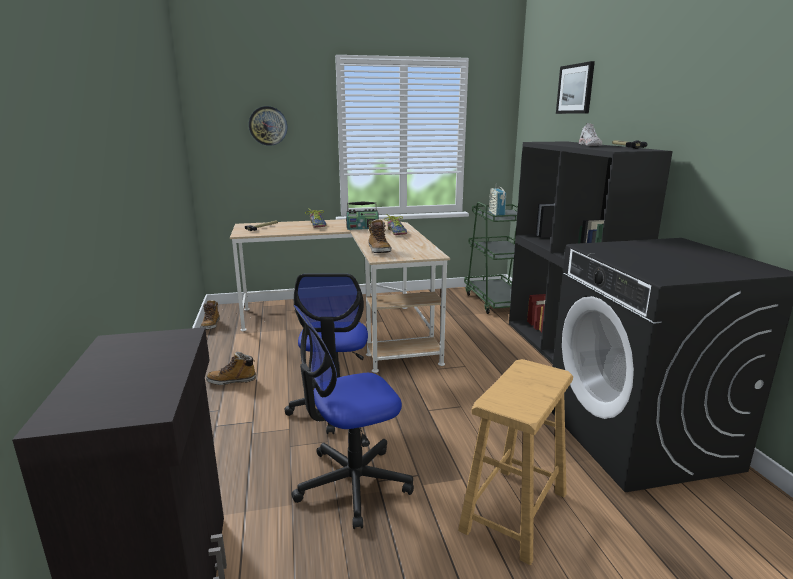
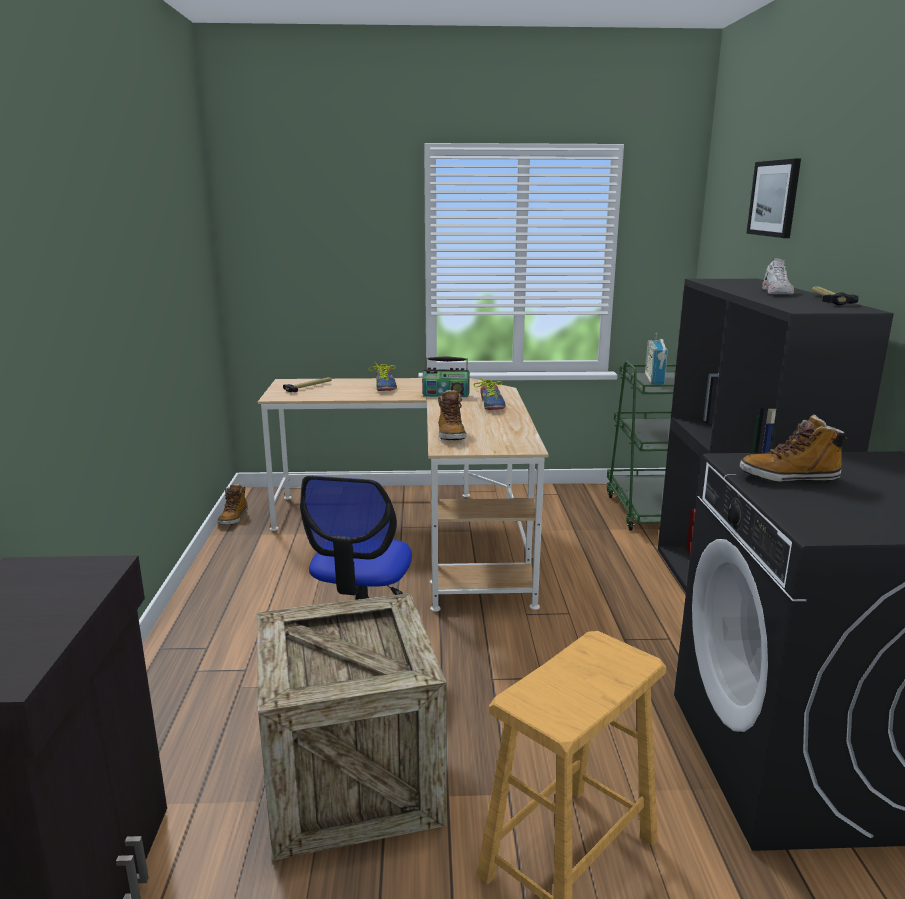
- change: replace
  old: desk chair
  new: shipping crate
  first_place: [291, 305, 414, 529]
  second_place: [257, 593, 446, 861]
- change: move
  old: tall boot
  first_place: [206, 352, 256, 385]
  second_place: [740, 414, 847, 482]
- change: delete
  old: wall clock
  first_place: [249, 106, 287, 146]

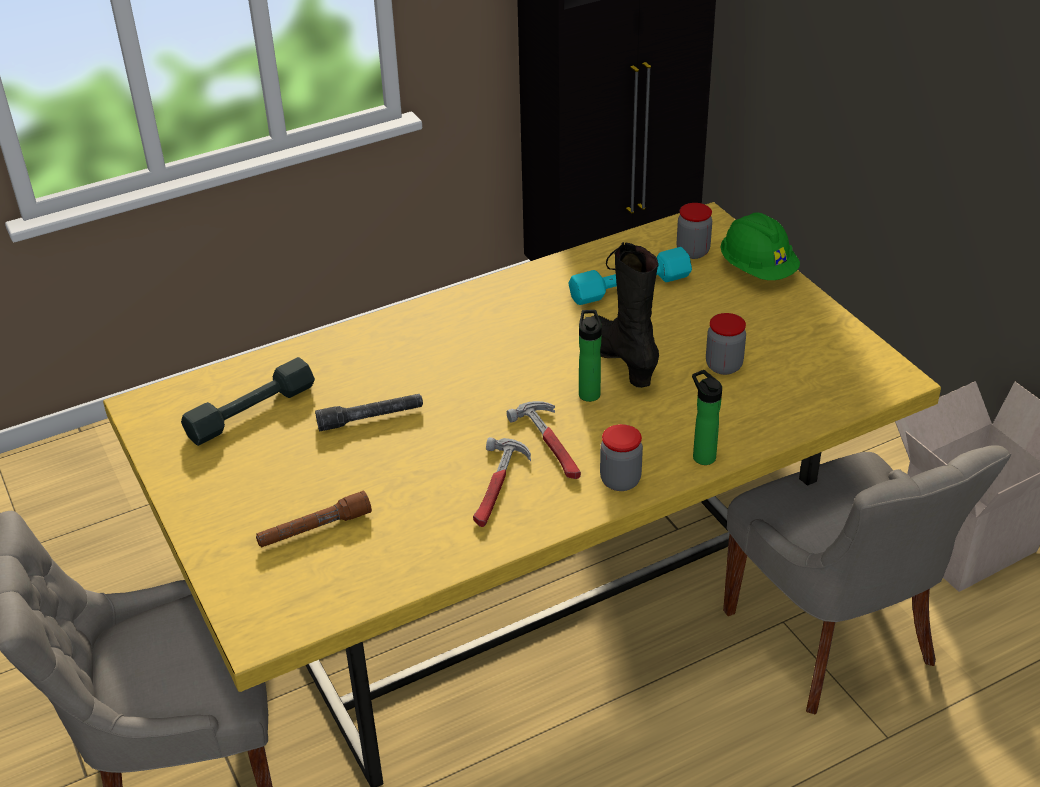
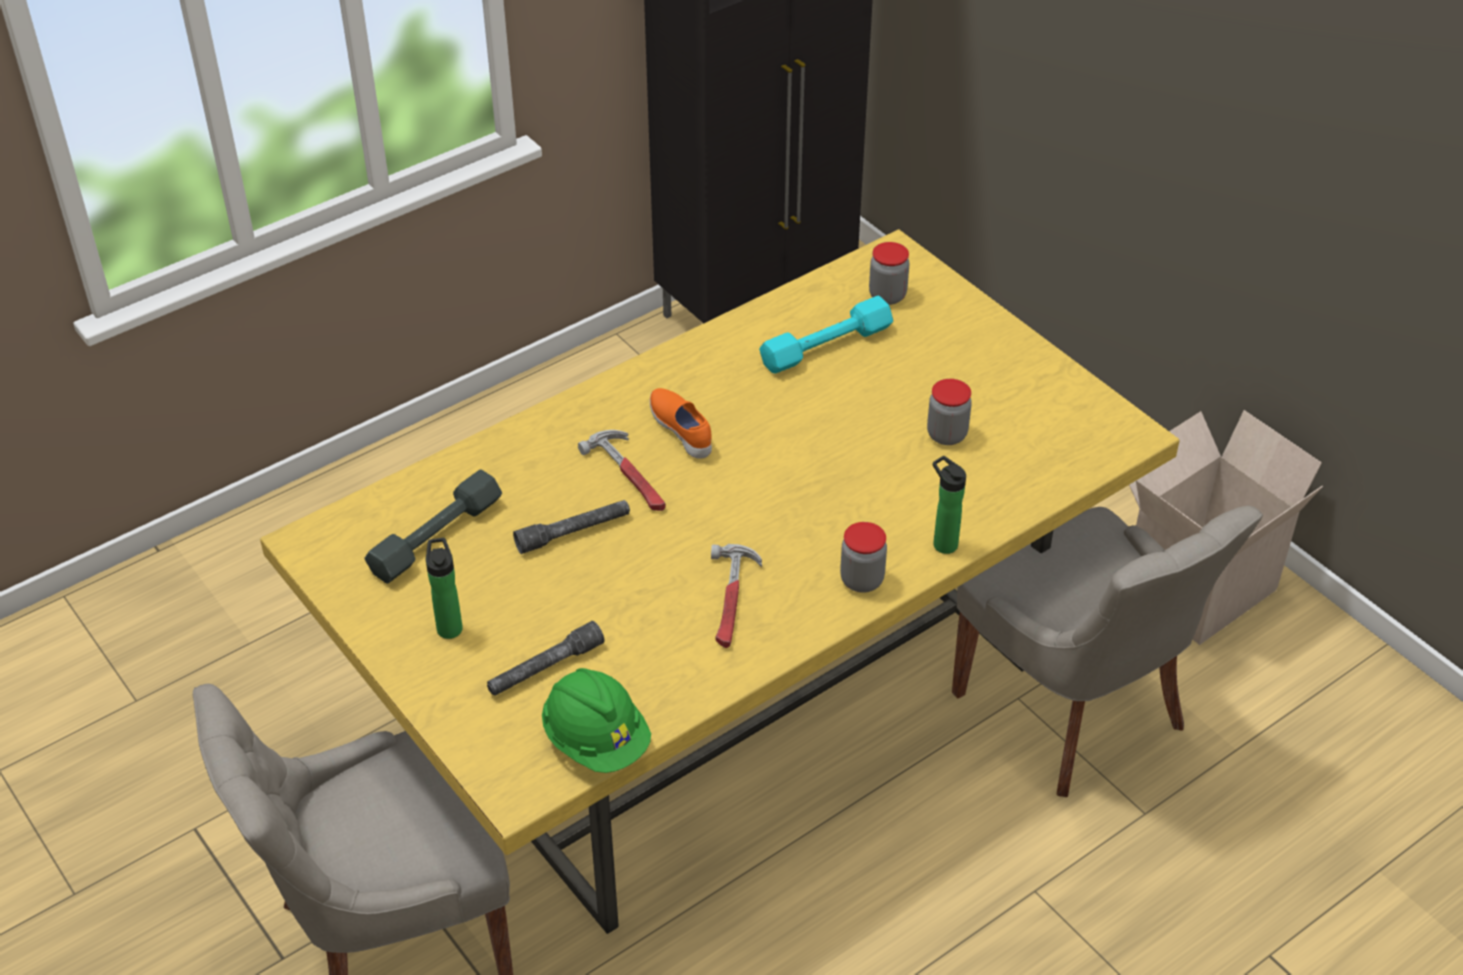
- change: move
  old: drink bottle
  first_place: [579, 310, 602, 402]
  second_place: [426, 538, 463, 639]
- change: recolor
  old: brown-coloured flashlight
  new: greyish flashlight
  first_place: [256, 490, 372, 547]
  second_place: [487, 621, 605, 696]
- change: move
  old: green work helmet
  first_place: [720, 213, 800, 280]
  second_place: [542, 668, 651, 773]
- change: move
  old: hammer
  first_place: [506, 401, 581, 479]
  second_place: [578, 430, 666, 511]
- change: insert
  new: orange low shoe
  second_place: [650, 388, 712, 459]
- change: delete
  old: black tall boot
  first_place: [592, 242, 659, 388]

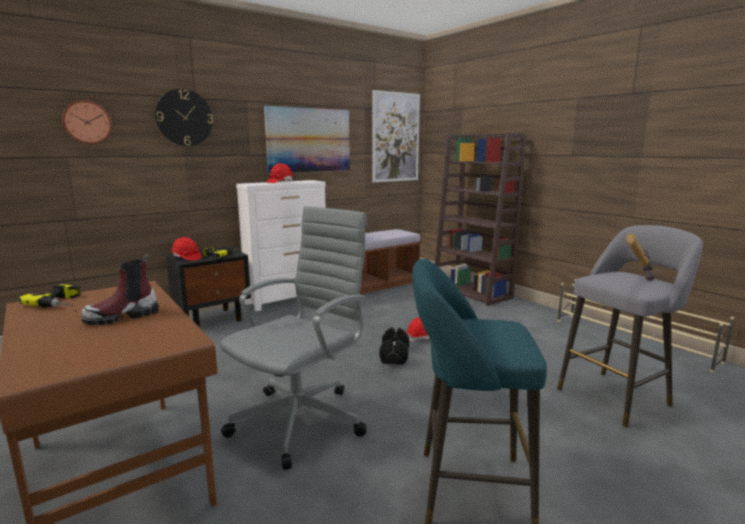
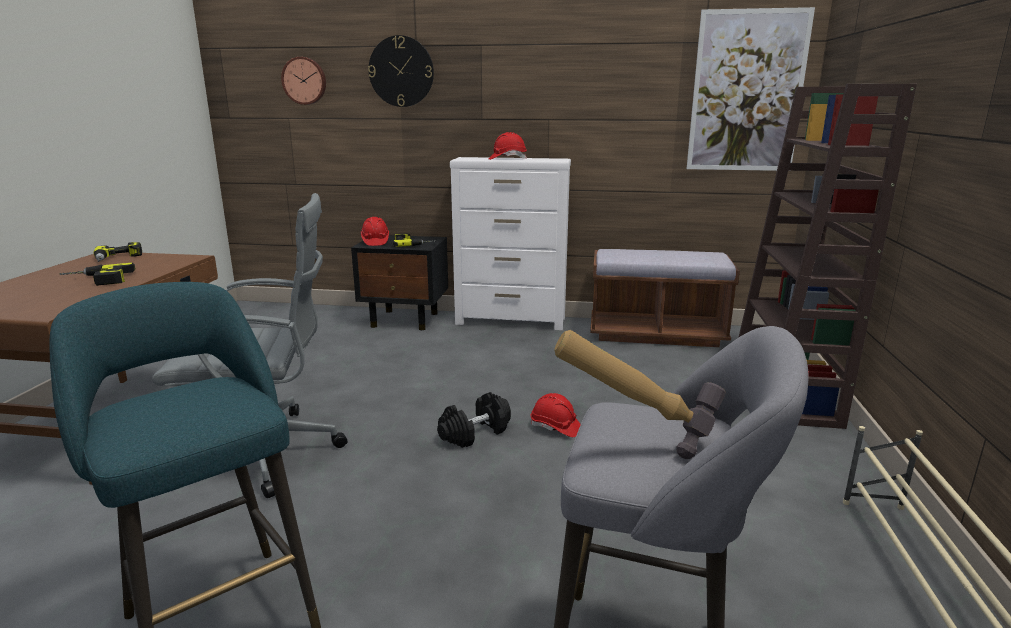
- change: replace
  old: tall boot
  new: power drill
  first_place: [81, 253, 159, 325]
  second_place: [60, 263, 135, 286]
- change: delete
  old: wall picture
  first_place: [264, 106, 350, 173]

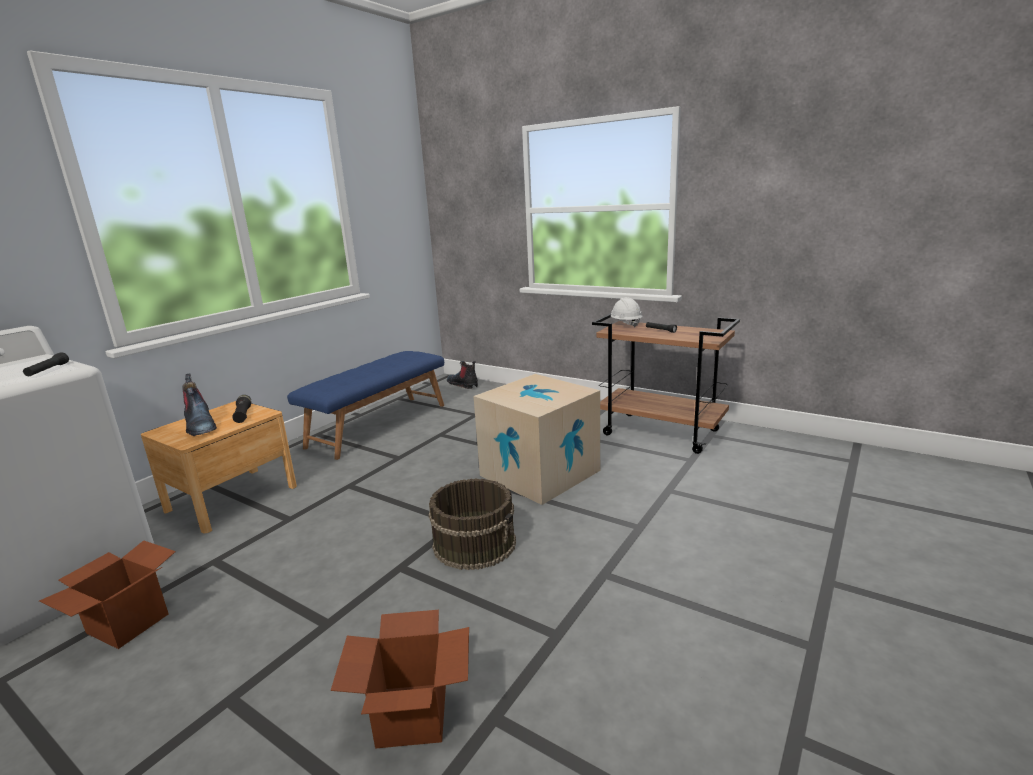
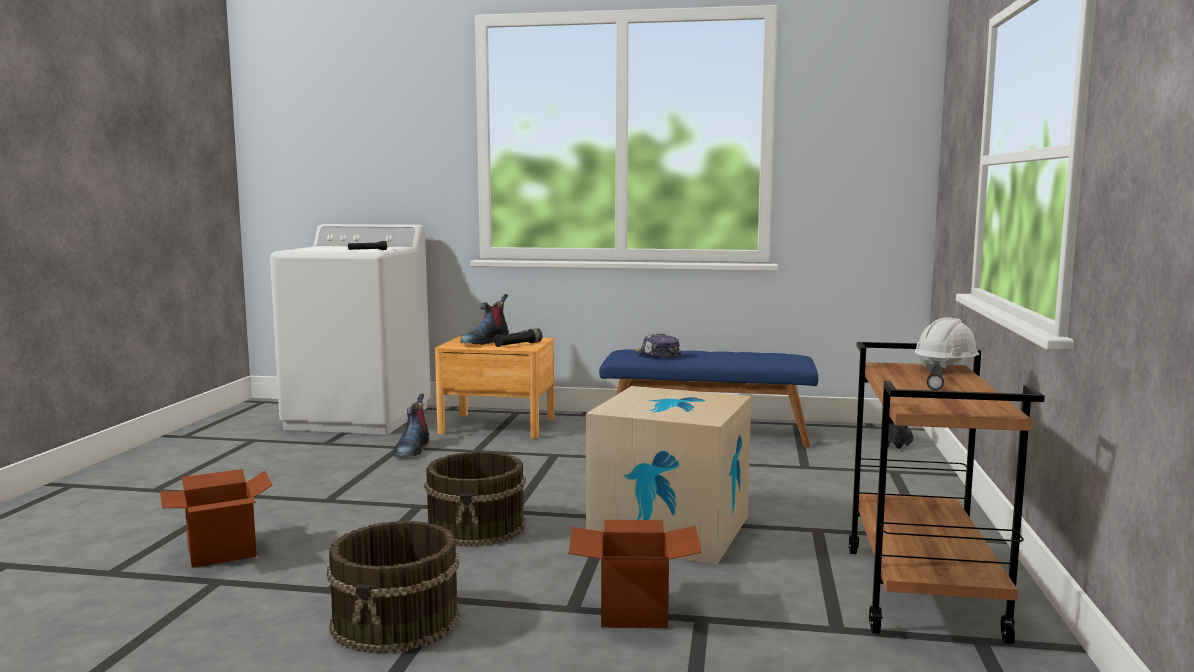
- change: insert
  new: brown-coloured pail
  second_place: [327, 521, 461, 654]
- change: insert
  new: tall boot
  second_place: [393, 394, 429, 457]
- change: move
  old: packing box
  first_place: [39, 540, 176, 649]
  second_place: [568, 520, 702, 628]
- change: insert
  new: cap
  second_place: [635, 334, 681, 358]

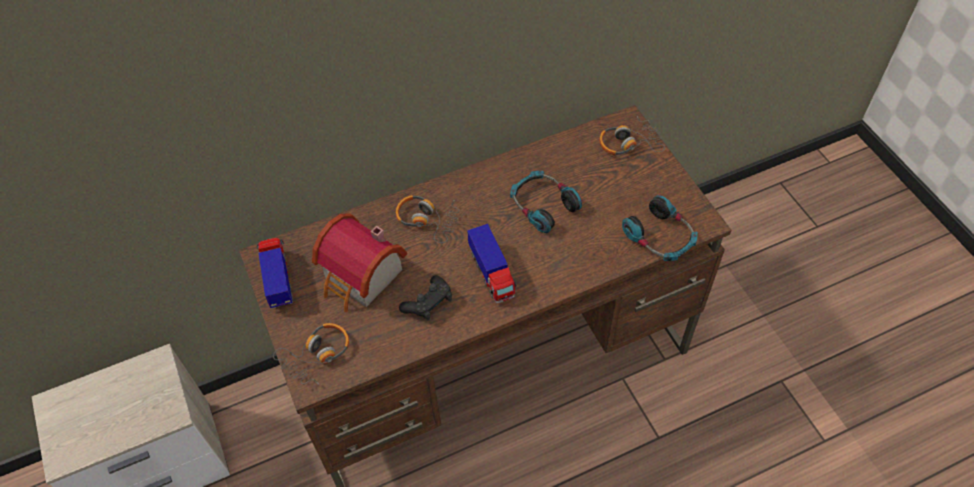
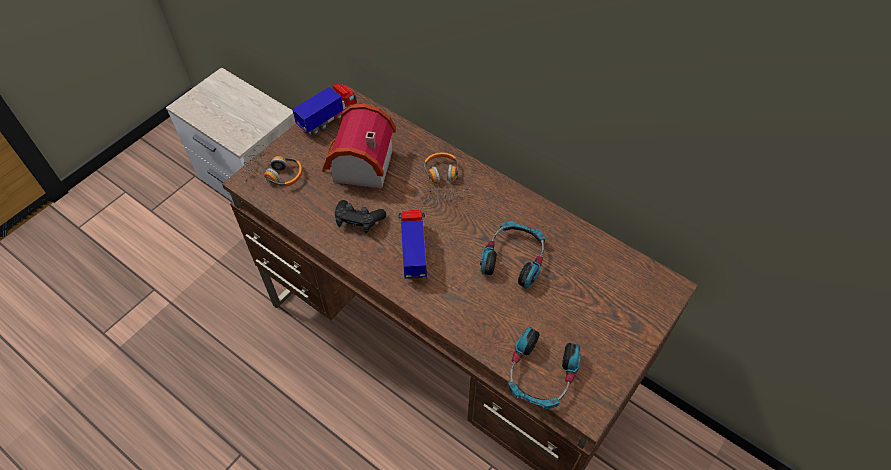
- change: rotate
  old: model truck
  first_place: [467, 224, 516, 303]
  second_place: [399, 210, 427, 279]
  degrees: 135
- change: delete
  old: pair of headphones
  first_place: [599, 116, 665, 155]

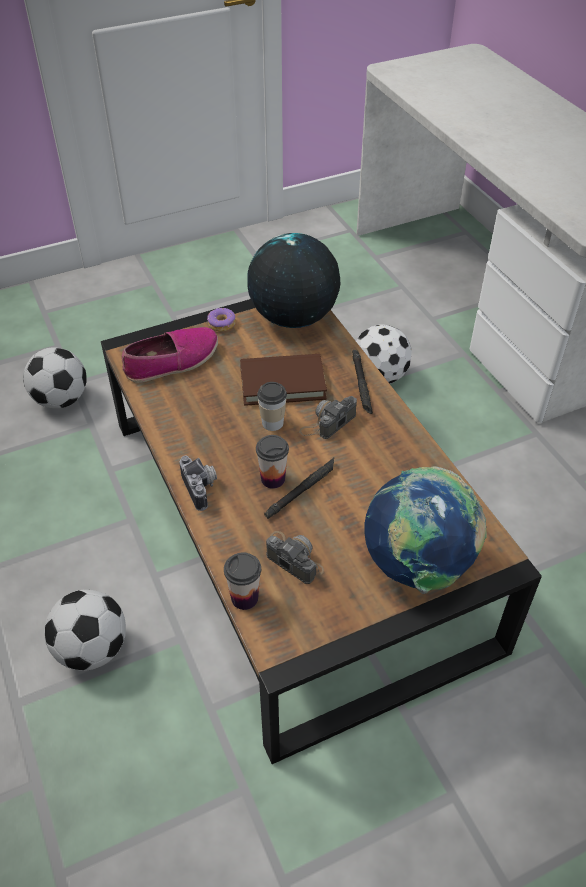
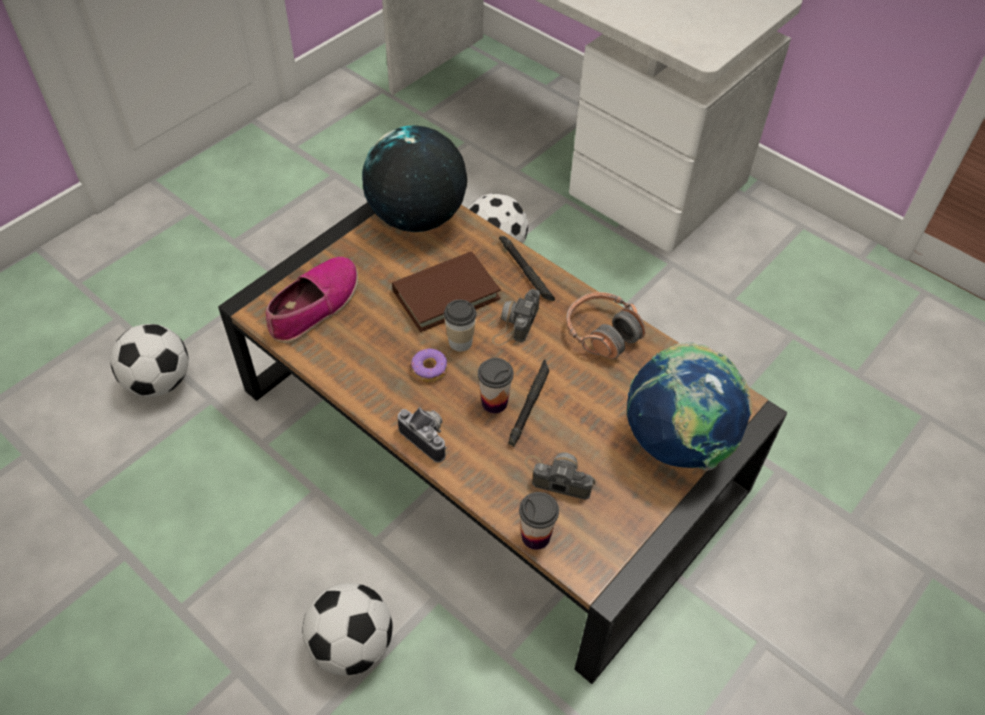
- change: move
  old: donut
  first_place: [207, 308, 236, 332]
  second_place: [411, 348, 447, 382]
- change: insert
  new: pair of headphones
  second_place: [566, 292, 645, 359]

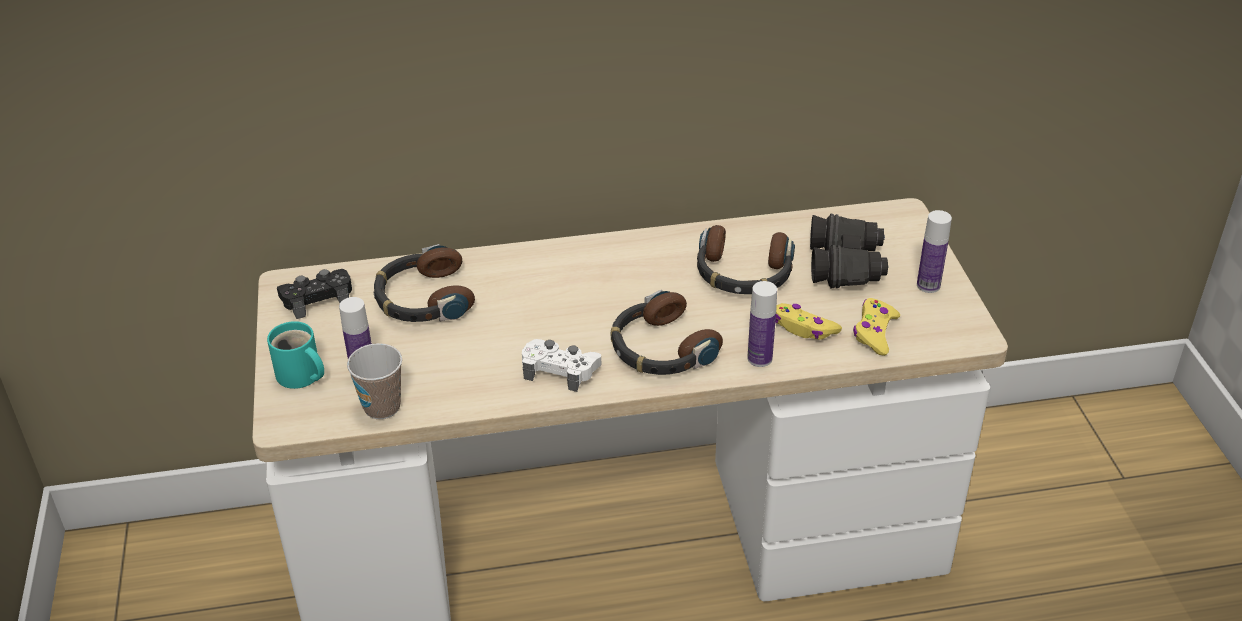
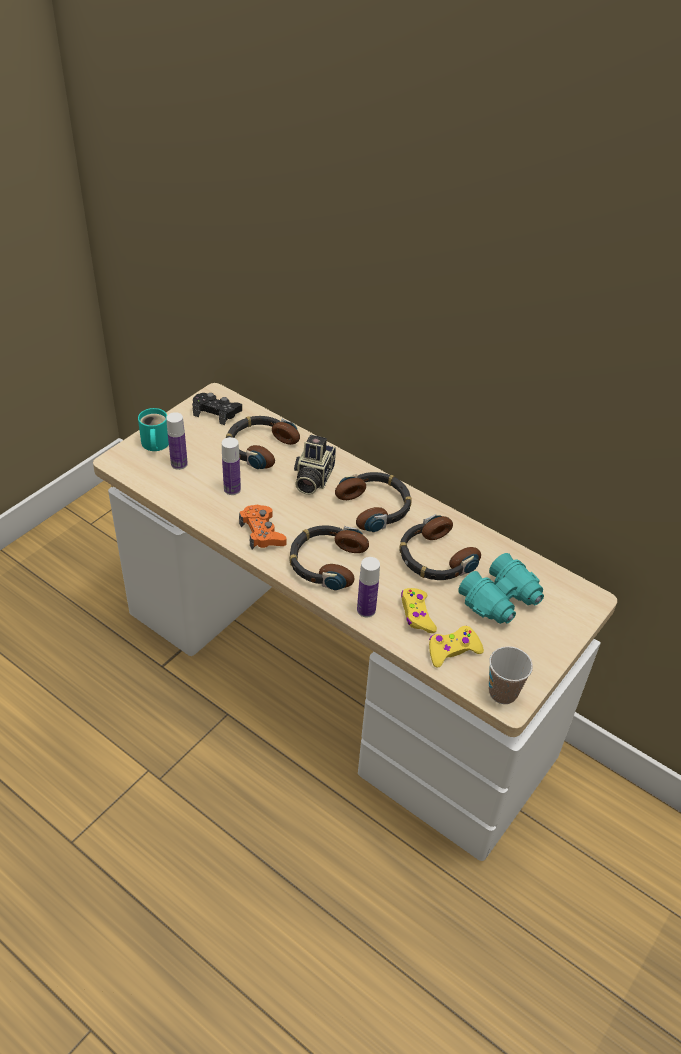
- change: move
  old: drink bottle
  first_place: [917, 210, 952, 293]
  second_place: [222, 437, 241, 495]
- change: recolor
  old: whitish joypad
  new: orange joypad
  first_place: [522, 339, 601, 392]
  second_place: [239, 505, 287, 549]
- change: insert
  new: photo camera
  second_place: [294, 435, 336, 495]
- change: insert
  new: pair of headphones
  second_place: [335, 472, 412, 532]
- change: recolor
  old: black field glasses
  new: blue-green field glasses
  first_place: [810, 214, 889, 289]
  second_place: [458, 553, 544, 624]
- change: move
  old: cup
  first_place: [347, 343, 402, 419]
  second_place: [489, 646, 533, 704]

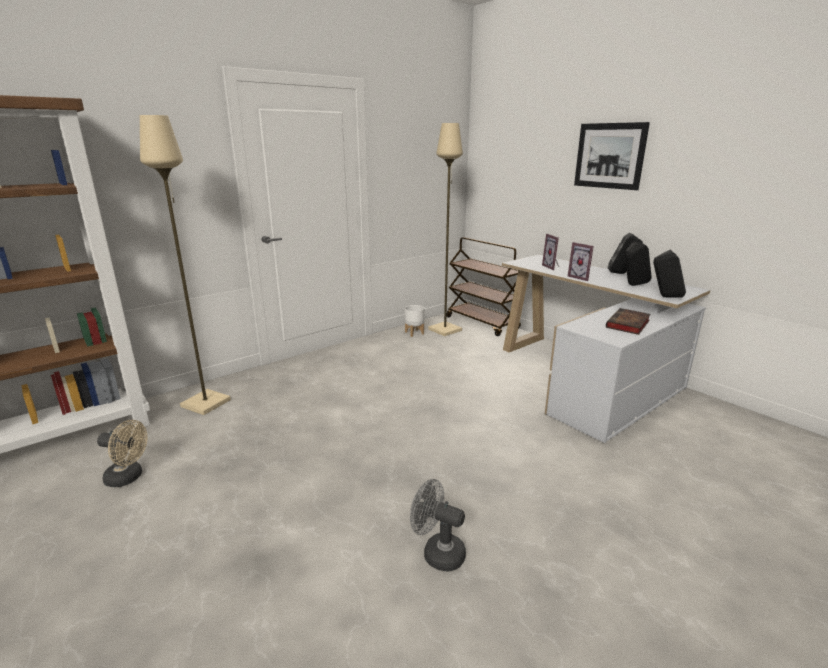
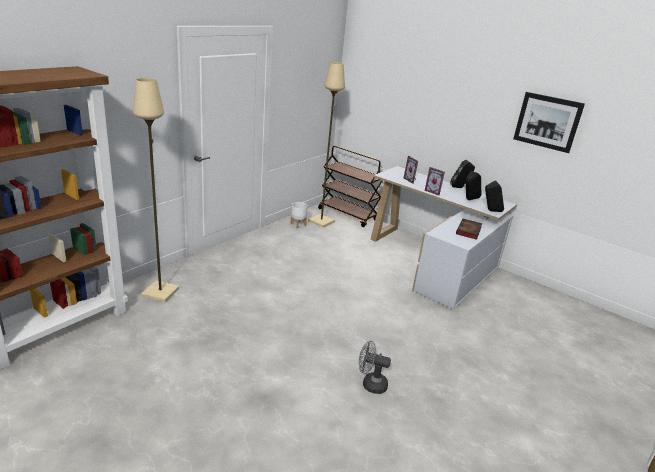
- change: move
  old: wall picture
  first_place: [574, 122, 650, 190]
  second_place: [513, 92, 585, 153]
- change: delete
  old: sand-coloured fan
  first_place: [97, 420, 147, 487]

